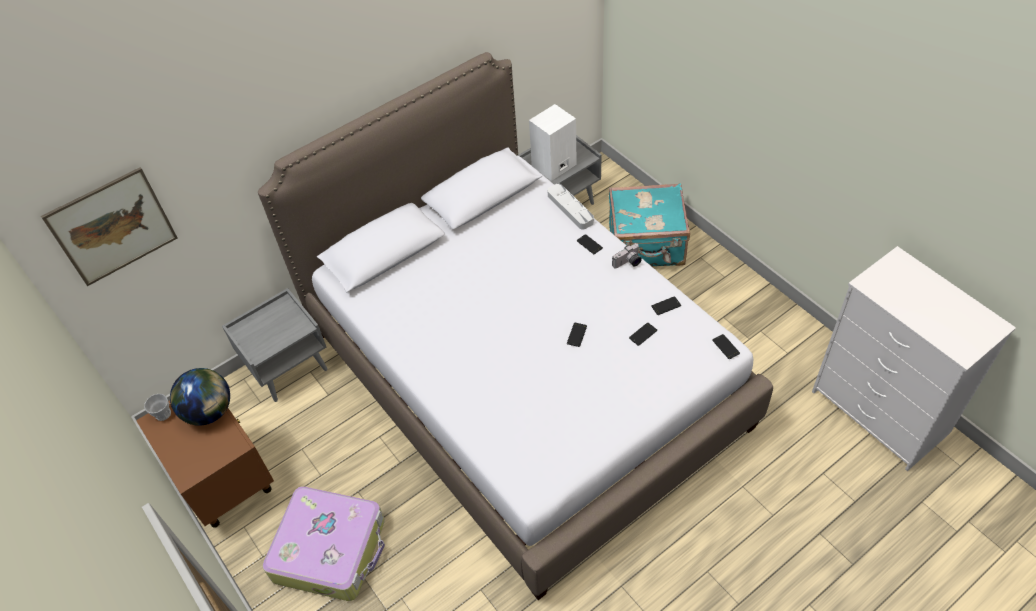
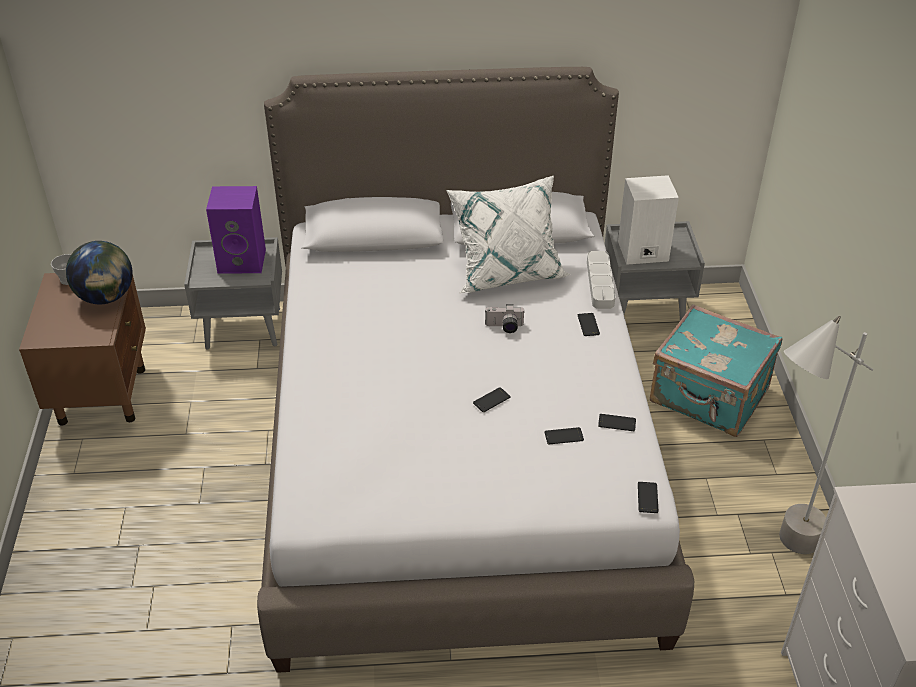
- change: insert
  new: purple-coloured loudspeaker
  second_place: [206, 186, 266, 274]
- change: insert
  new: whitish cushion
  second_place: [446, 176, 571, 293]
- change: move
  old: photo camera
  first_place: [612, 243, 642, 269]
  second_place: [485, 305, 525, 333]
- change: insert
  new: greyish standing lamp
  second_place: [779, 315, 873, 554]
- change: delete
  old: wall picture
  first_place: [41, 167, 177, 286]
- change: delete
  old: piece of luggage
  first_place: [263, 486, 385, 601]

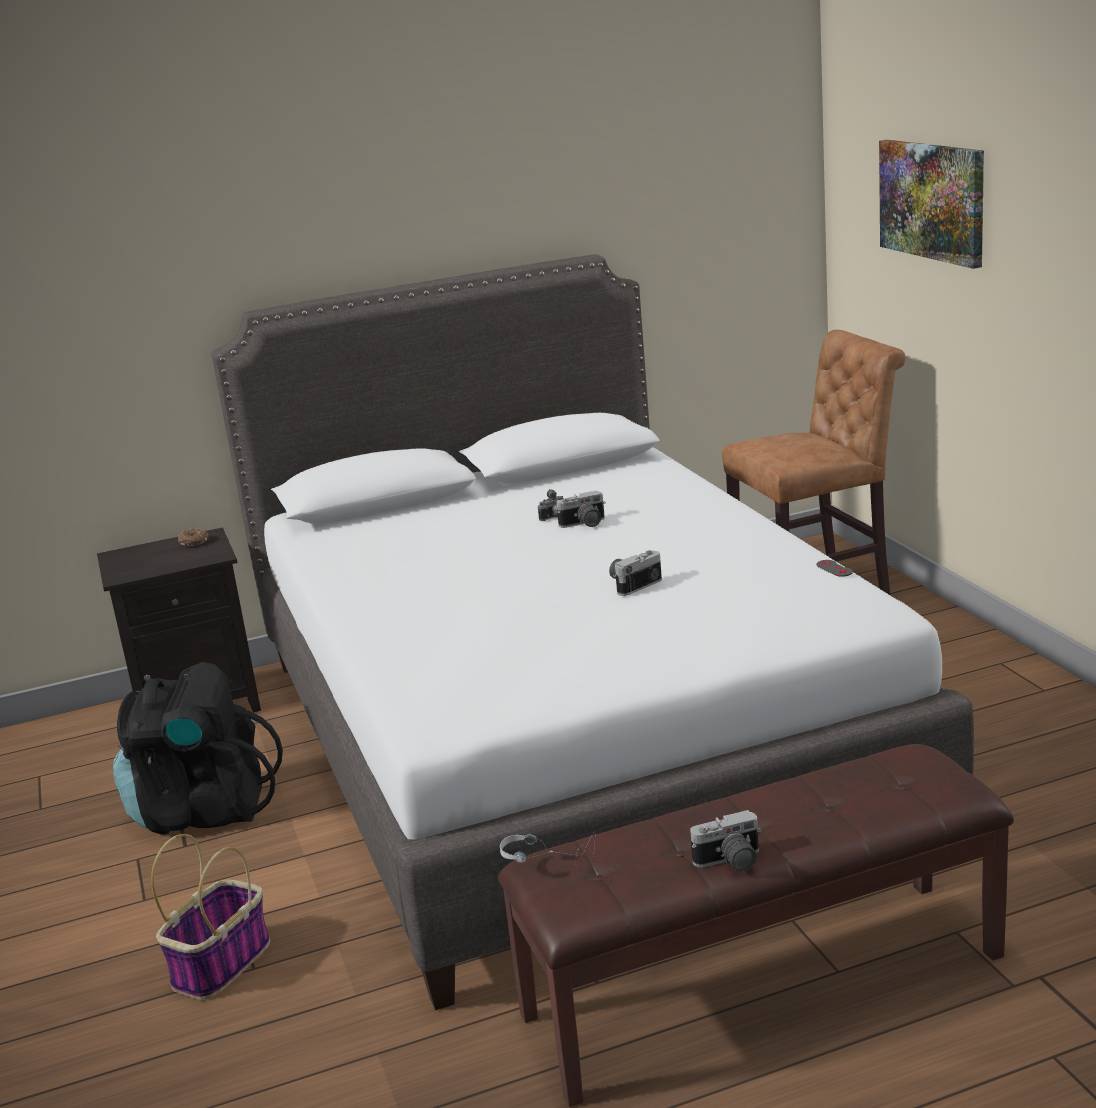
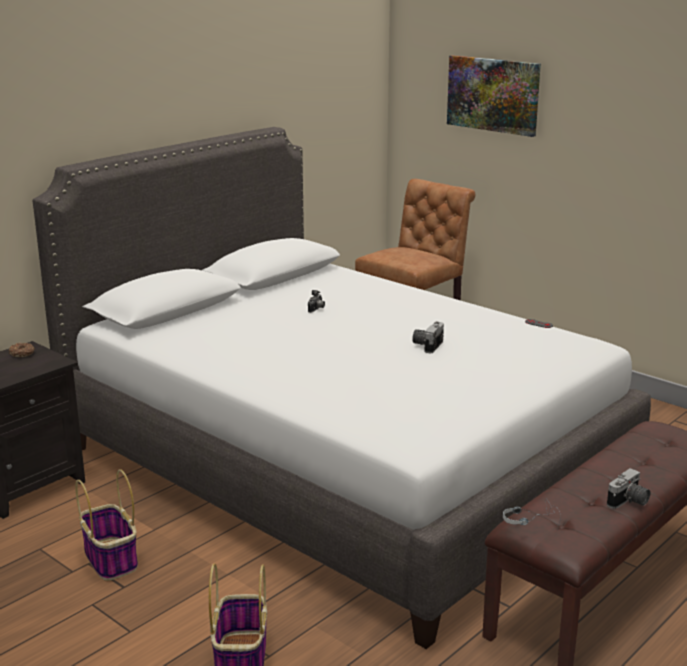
- change: replace
  old: black knapsack
  new: household basket
  first_place: [113, 662, 283, 835]
  second_place: [75, 469, 138, 581]
- change: delete
  old: photo camera
  first_place: [556, 490, 606, 528]

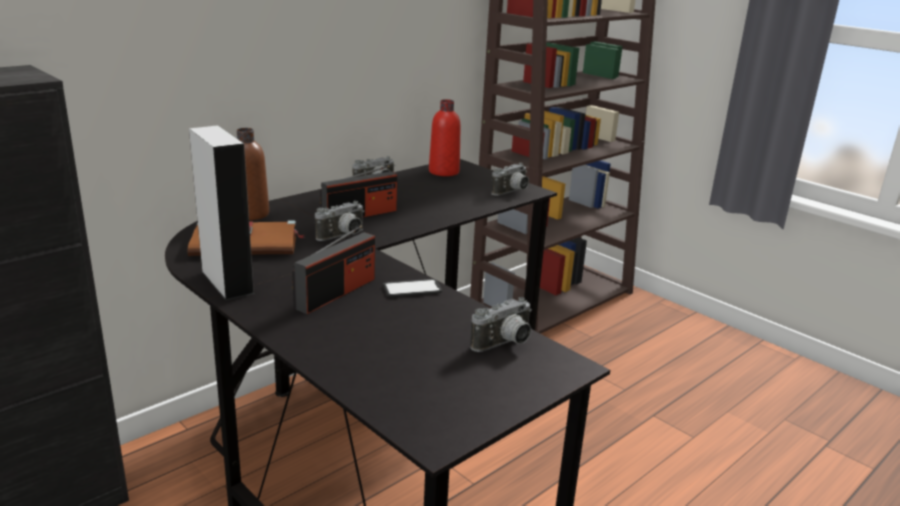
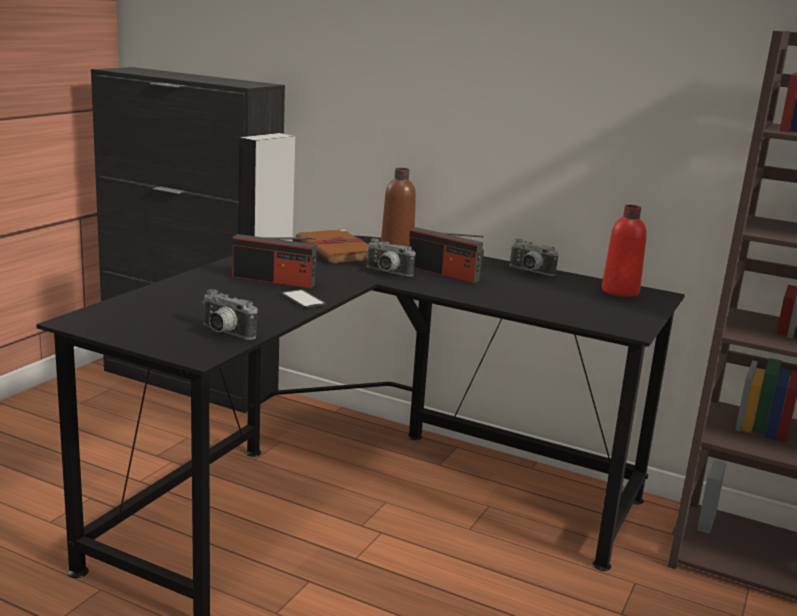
- change: delete
  old: photo camera
  first_place: [491, 163, 529, 196]

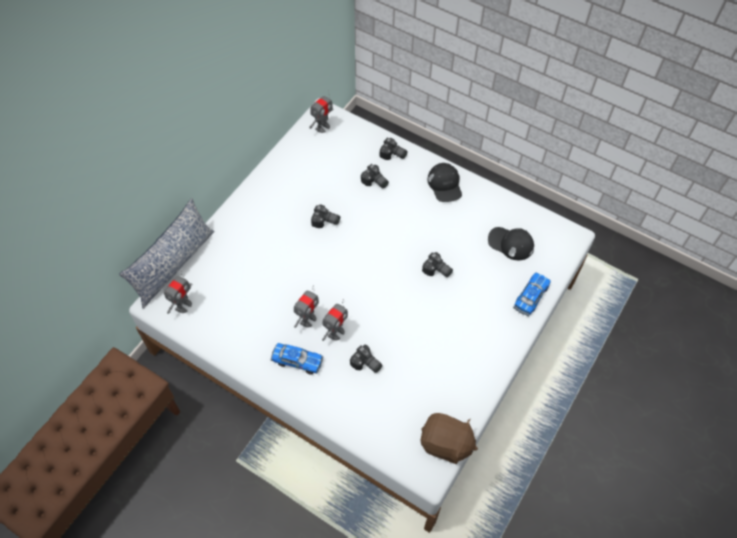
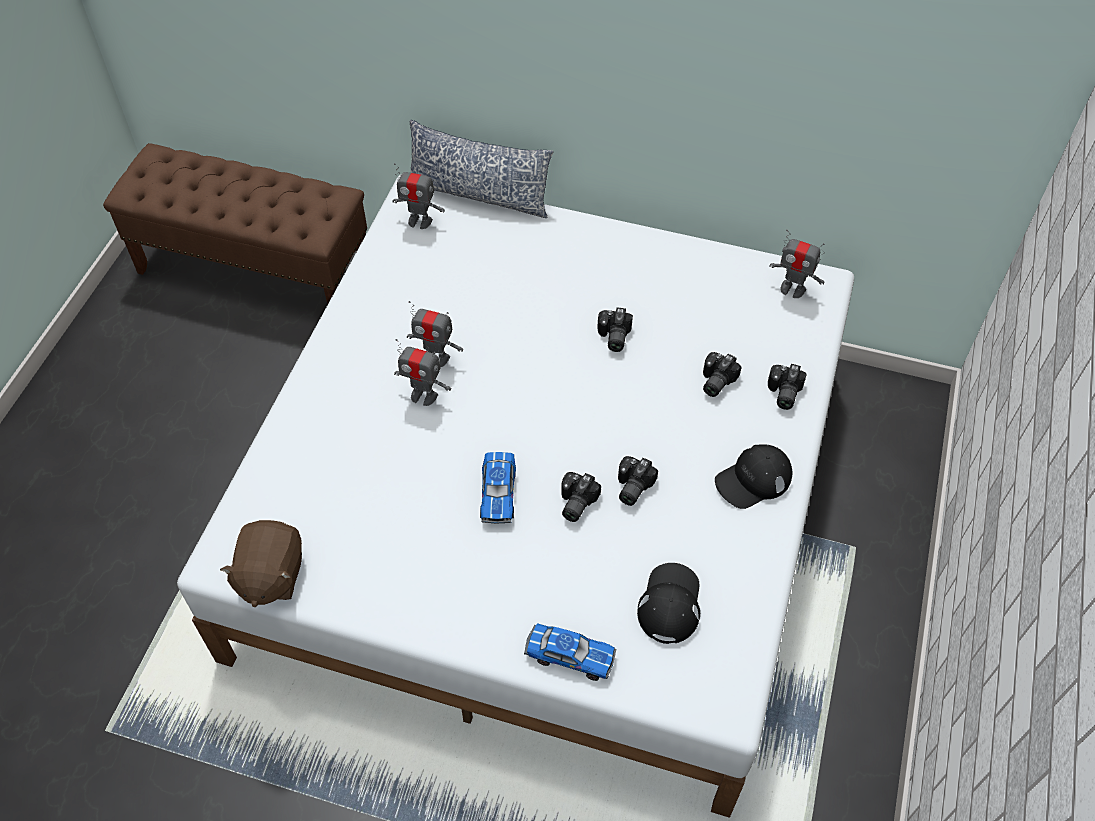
- change: move
  old: model car
  first_place: [271, 343, 323, 375]
  second_place: [480, 452, 516, 524]
- change: move
  old: photo camera
  first_place: [350, 345, 382, 373]
  second_place: [618, 456, 658, 506]

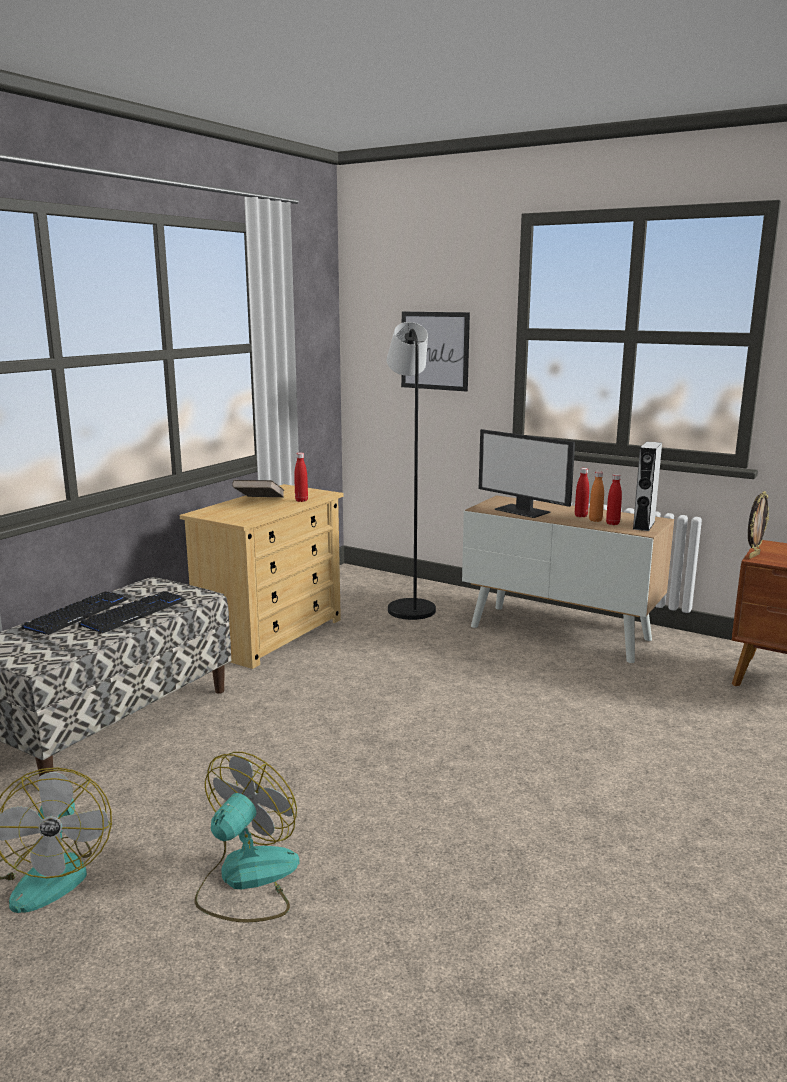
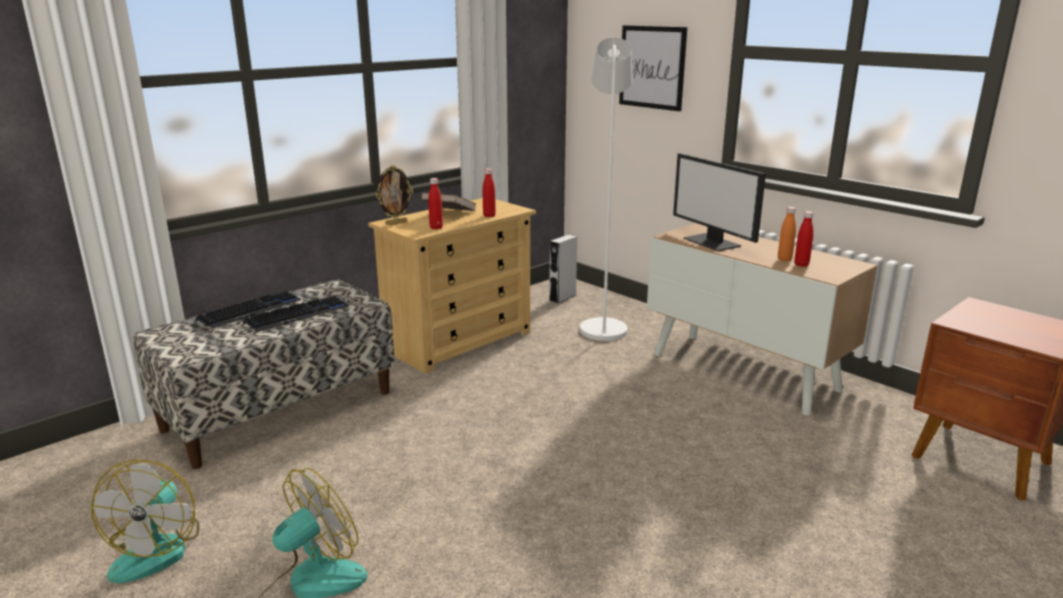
- change: move
  old: photo frame
  first_place: [748, 491, 769, 559]
  second_place: [375, 165, 413, 225]
- change: move
  old: reddish drink bottle
  first_place: [575, 468, 589, 517]
  second_place: [428, 178, 443, 229]
- change: move
  old: greyish loudspeaker
  first_place: [633, 441, 662, 531]
  second_place: [549, 234, 577, 303]
- change: recolor
  old: black standing lamp
  new: whitish standing lamp
  first_place: [387, 322, 436, 620]
  second_place: [580, 37, 632, 341]

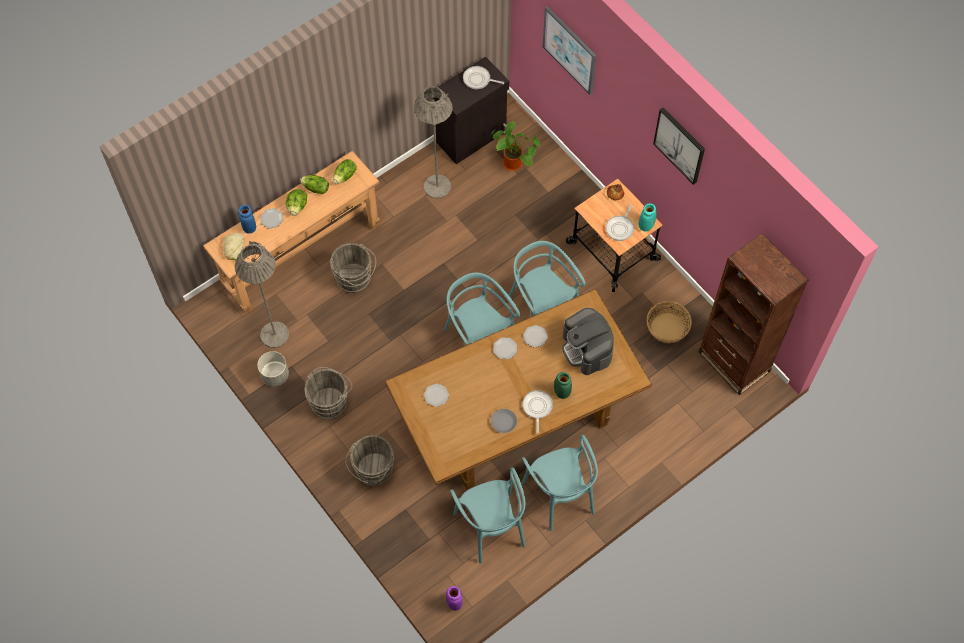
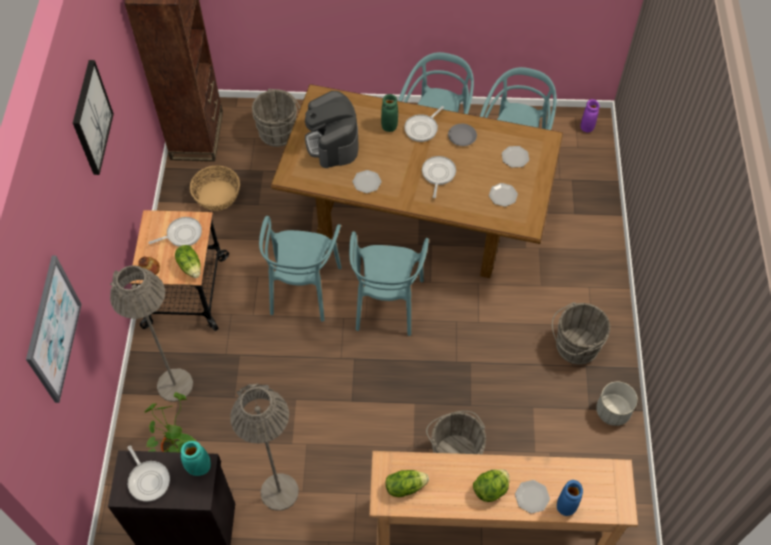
- change: move
  old: greyish standing lamp
  first_place: [235, 241, 289, 348]
  second_place: [110, 265, 193, 402]
- change: move
  old: lettuce head
  first_place: [300, 175, 329, 194]
  second_place: [175, 245, 201, 278]
- change: move
  old: blue-green vase
  first_place: [639, 203, 656, 232]
  second_place: [181, 441, 211, 476]
- change: move
  old: greyish pail
  first_place: [345, 435, 394, 486]
  second_place: [252, 89, 300, 147]
- change: rotate
  old: coffee maker
  first_place: [562, 308, 614, 375]
  second_place: [305, 91, 359, 168]
  degrees: 150
- change: insert
  new: pan
  second_place: [422, 156, 456, 198]
- change: move
  old: flat dish
  first_place: [493, 337, 517, 359]
  second_place: [502, 146, 529, 168]
- change: delete
  old: baked bread
  first_place: [223, 233, 245, 260]

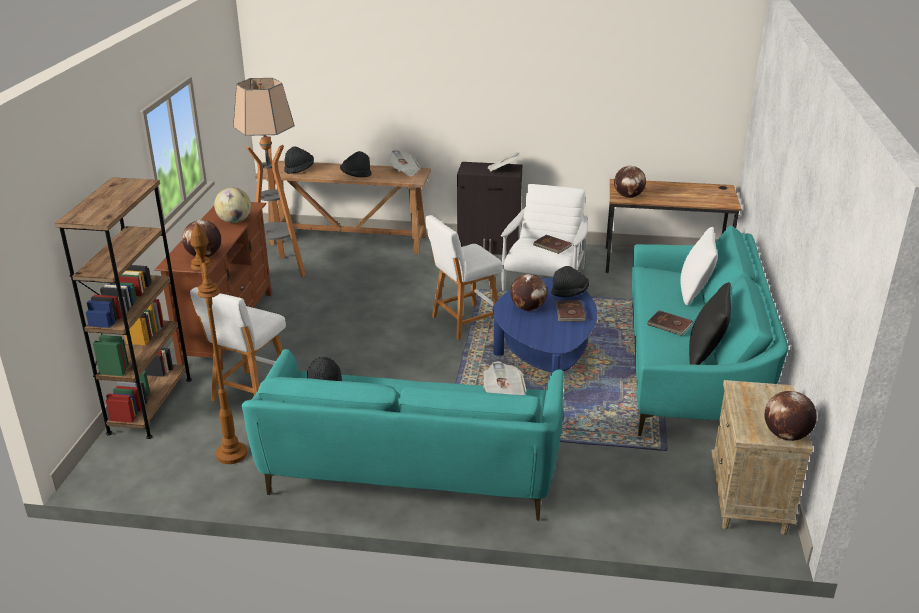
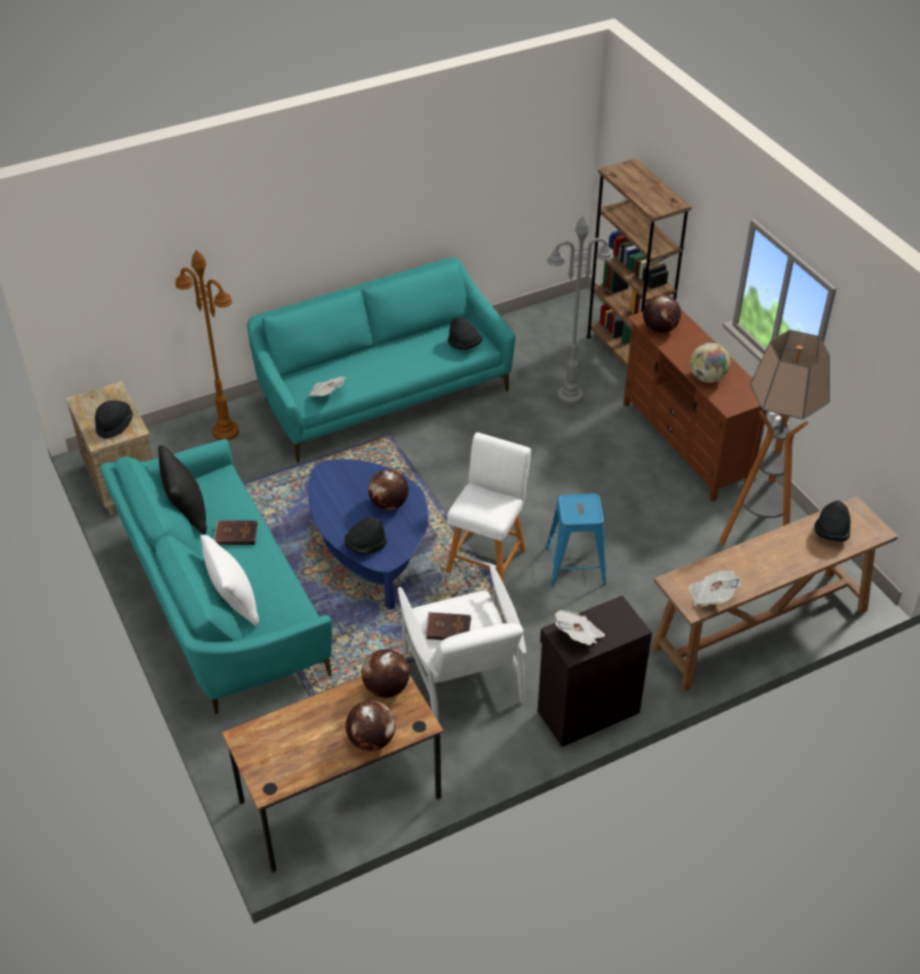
- change: move
  old: black hat
  first_place: [340, 151, 372, 177]
  second_place: [95, 401, 133, 439]
- change: move
  old: brown-coloured standing lamp
  first_place: [190, 223, 247, 464]
  second_place: [175, 250, 239, 440]
- change: move
  old: world globe
  first_place: [765, 391, 817, 441]
  second_place: [346, 700, 396, 751]
- change: insert
  new: blue-coloured stool
  second_place: [546, 494, 606, 587]
- change: replace
  old: whitish stool
  new: greyish standing lamp
  first_place: [190, 287, 286, 401]
  second_place: [547, 215, 614, 405]
- change: delete
  old: brown-coloured bound book
  first_place: [556, 300, 586, 322]

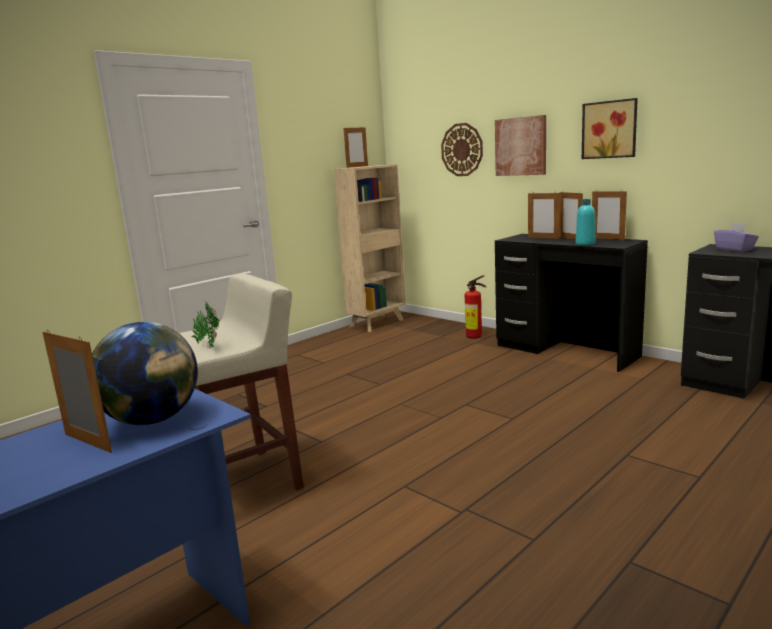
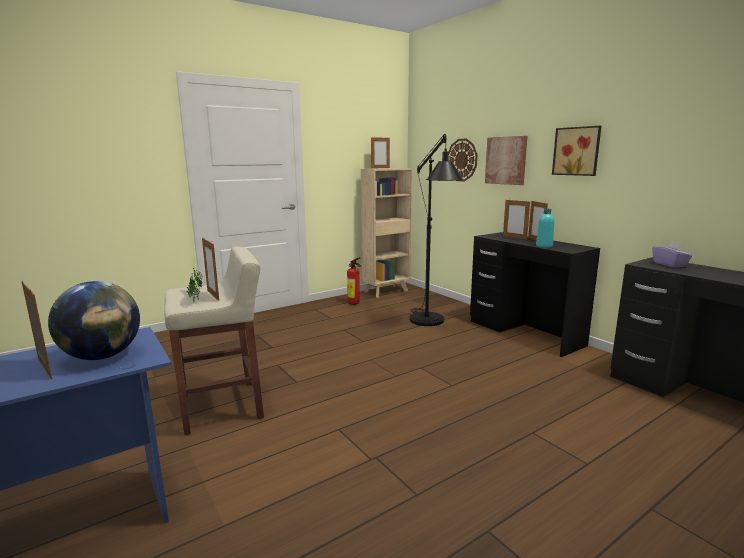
- change: move
  old: photo frame
  first_place: [592, 190, 627, 240]
  second_place: [202, 238, 219, 301]
- change: move
  old: fire extinguisher
  first_place: [465, 275, 487, 339]
  second_place: [347, 257, 361, 305]
- change: insert
  new: black standing lamp
  second_place: [409, 134, 464, 326]

